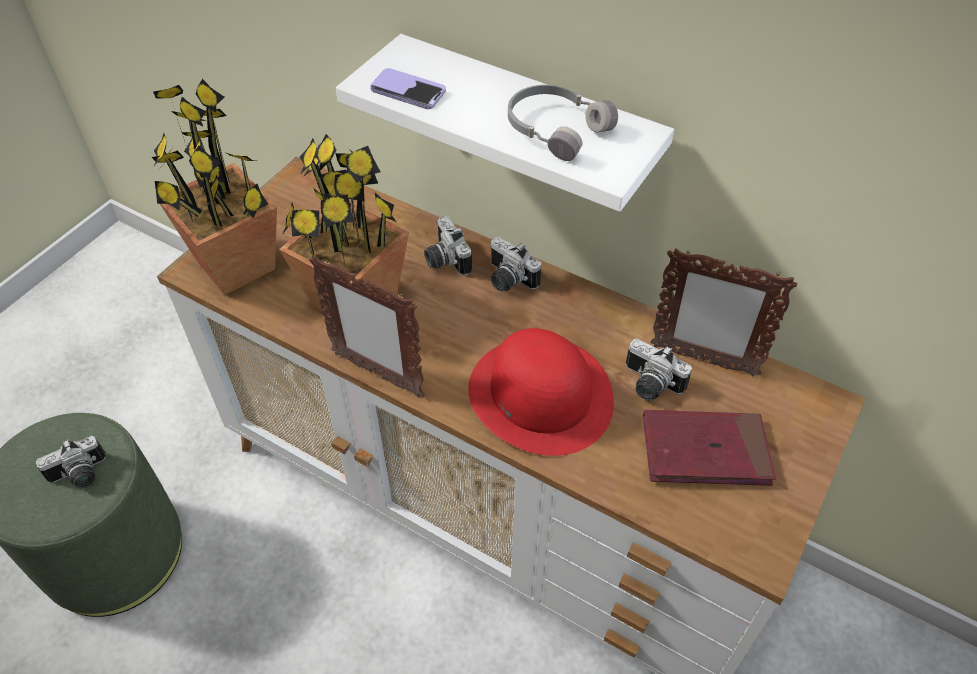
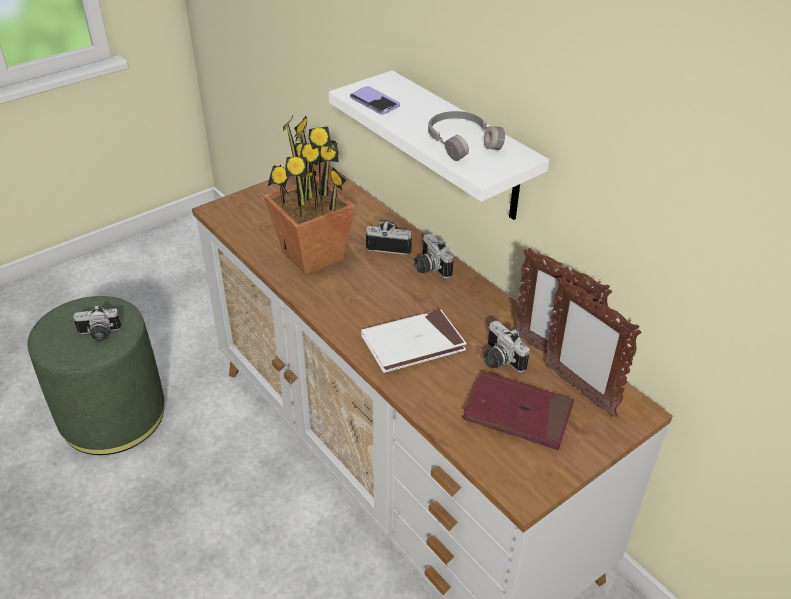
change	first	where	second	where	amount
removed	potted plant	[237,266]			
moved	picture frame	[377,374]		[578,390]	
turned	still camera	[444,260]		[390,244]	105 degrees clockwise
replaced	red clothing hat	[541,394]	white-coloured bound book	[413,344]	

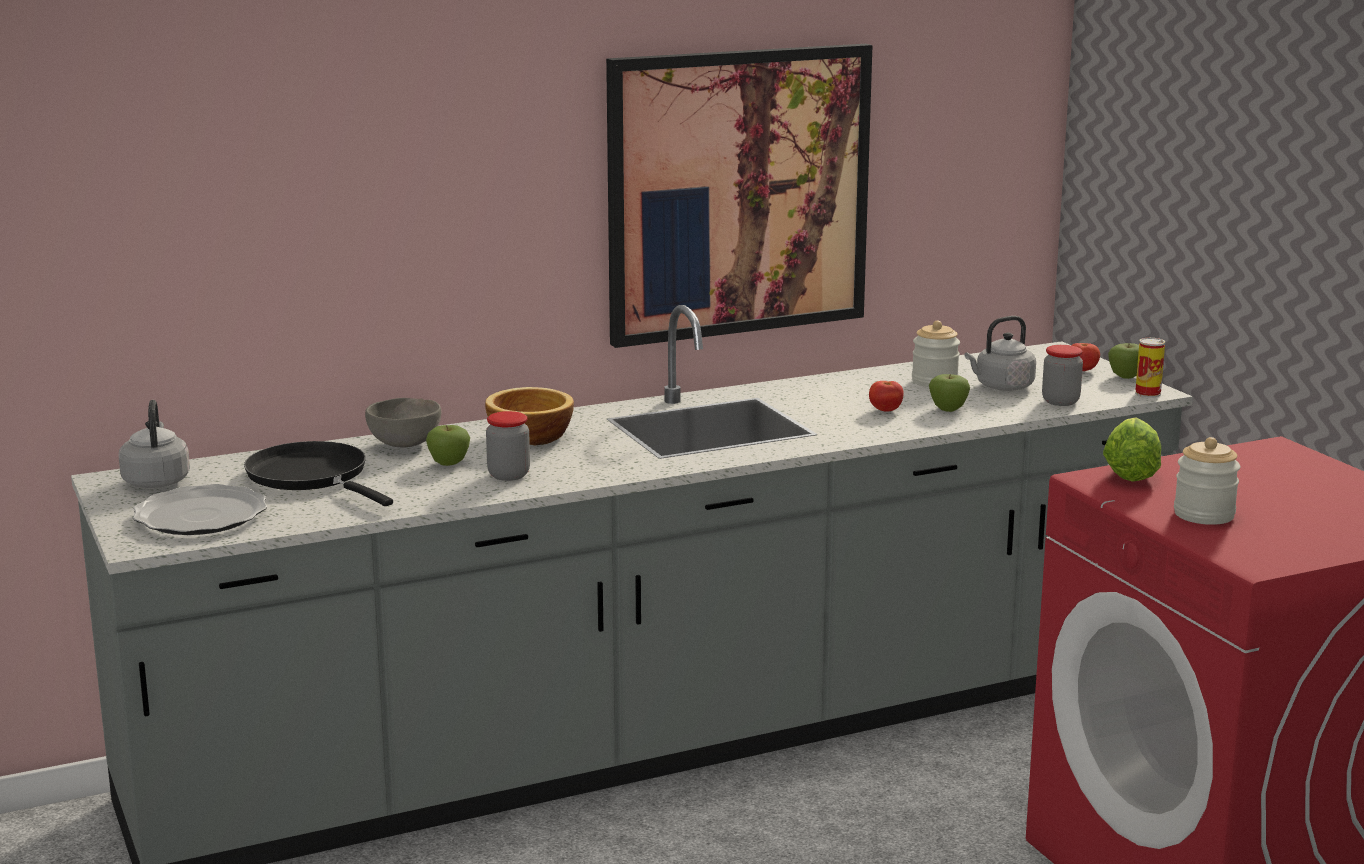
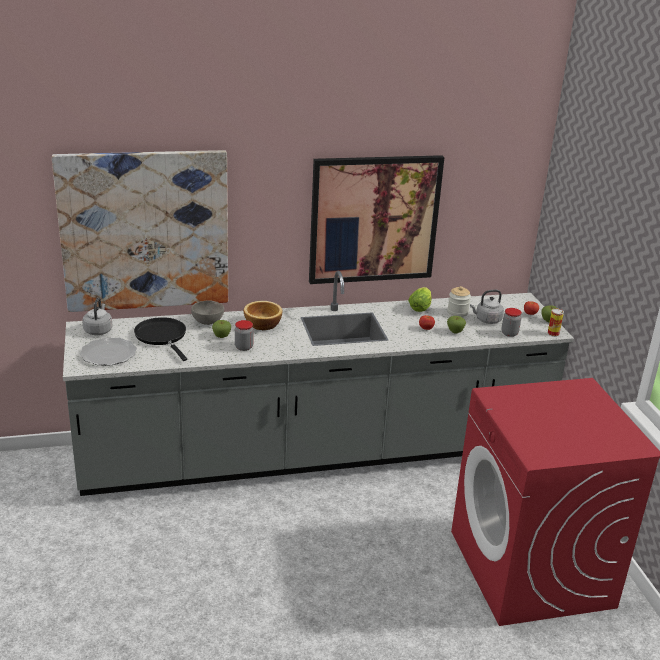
change	first	where	second	where	amount
moved	lettuce	[1130,472]		[420,307]	
removed	storage jar	[1204,515]			
added			wall art	[145,231]	

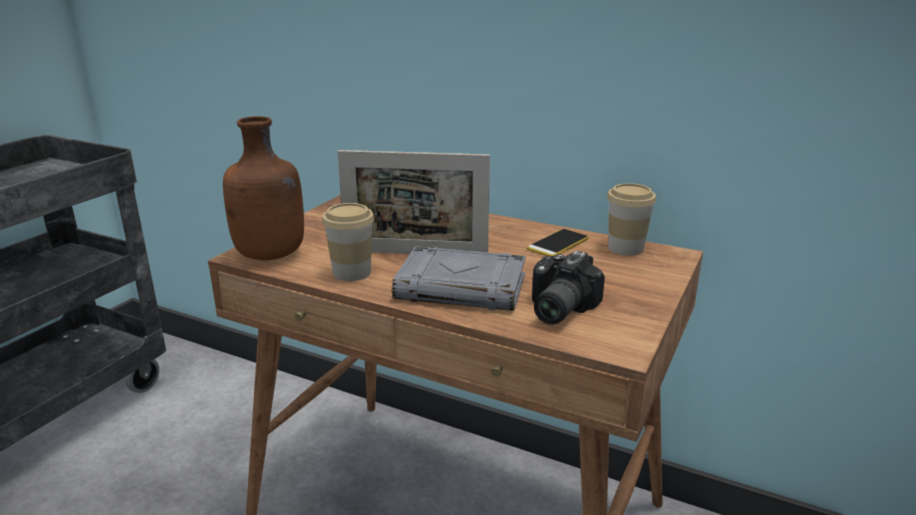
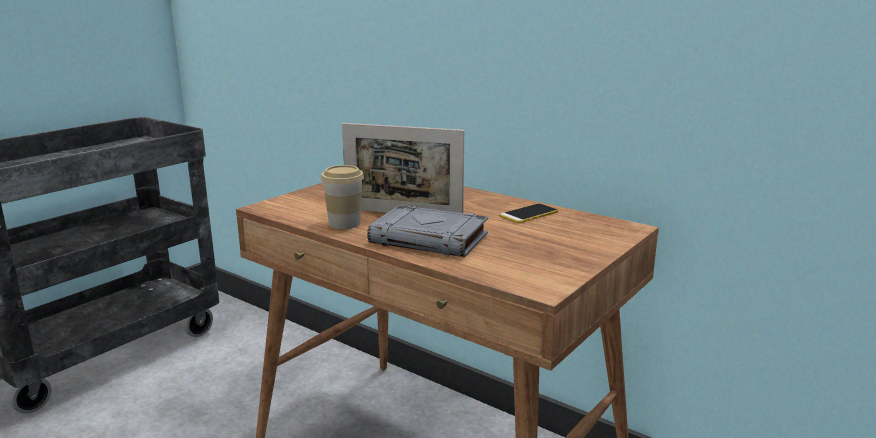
change	first	where	second	where	amount
removed	brown-coloured beverage bottle	[271,255]			
removed	still camera	[556,309]			
removed	drinking cup	[625,248]			

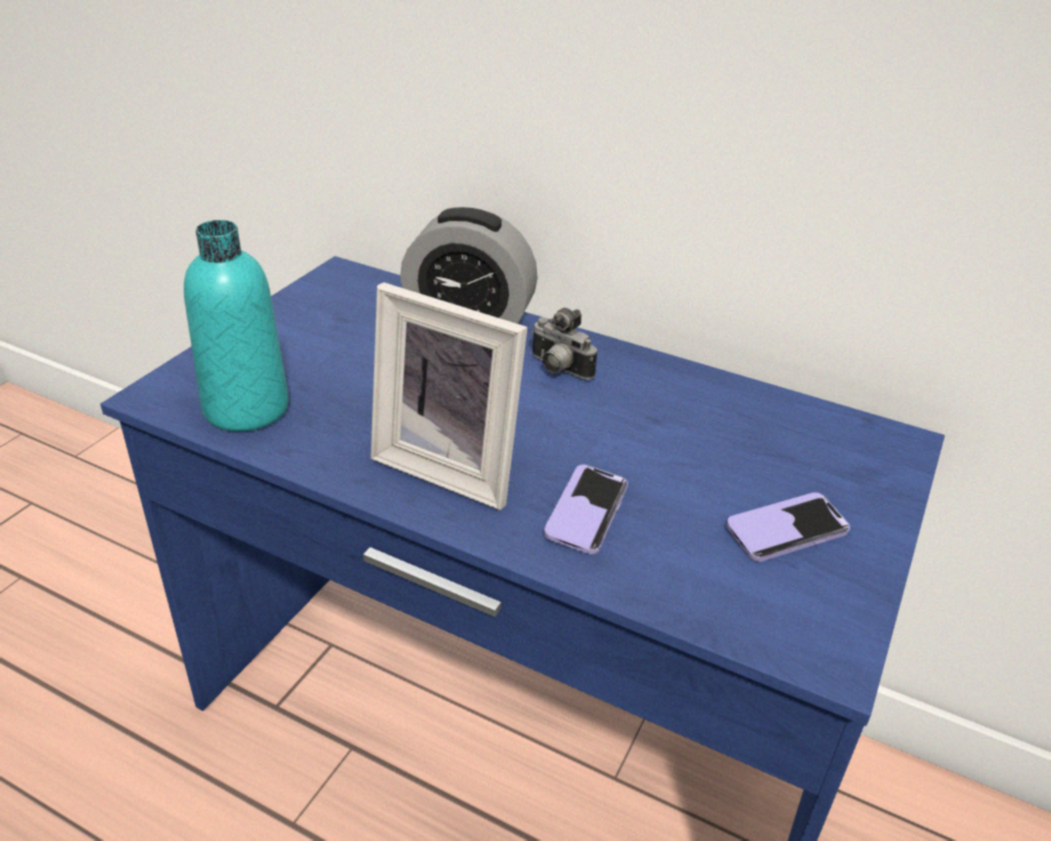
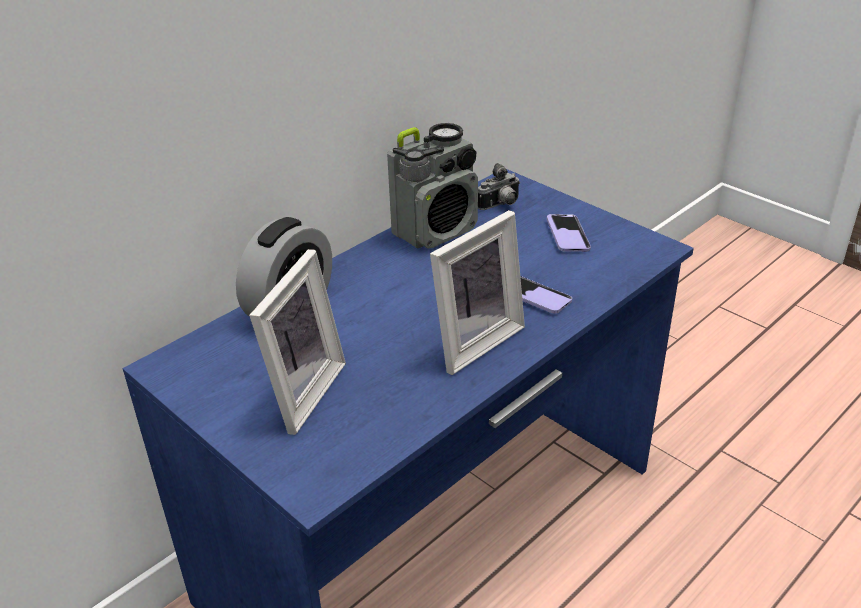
change	first	where	second	where	amount
removed	blue-green beverage bottle	[246,408]			
moved	still camera	[558,369]		[501,205]	
added			picture frame	[299,393]	
added			radio	[436,231]	

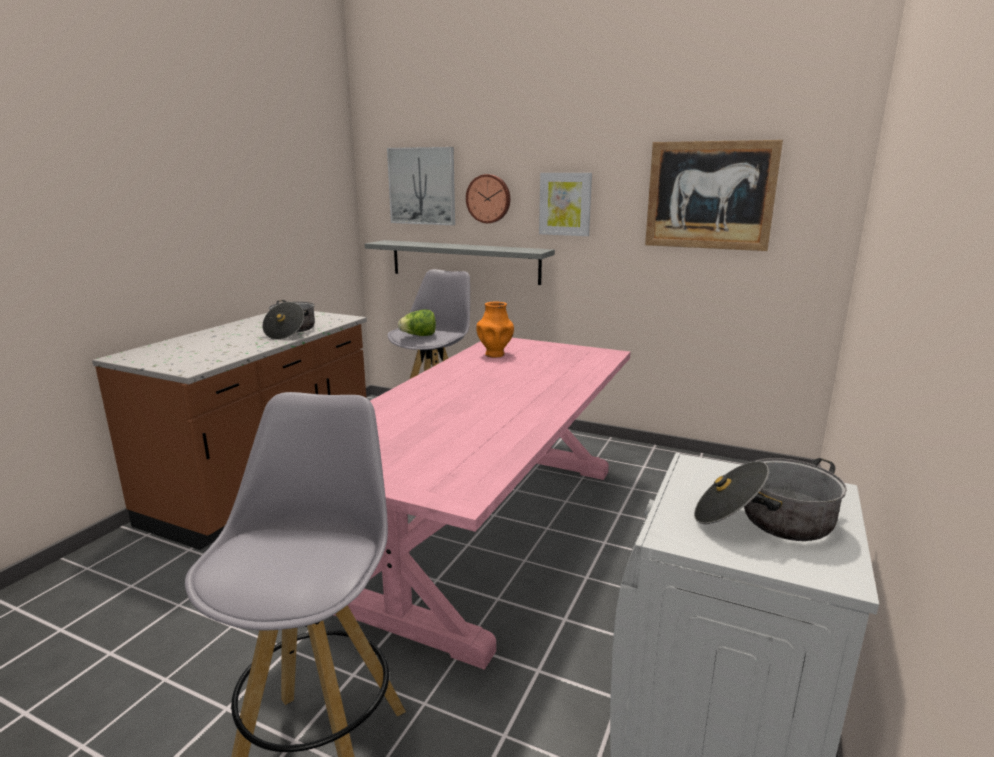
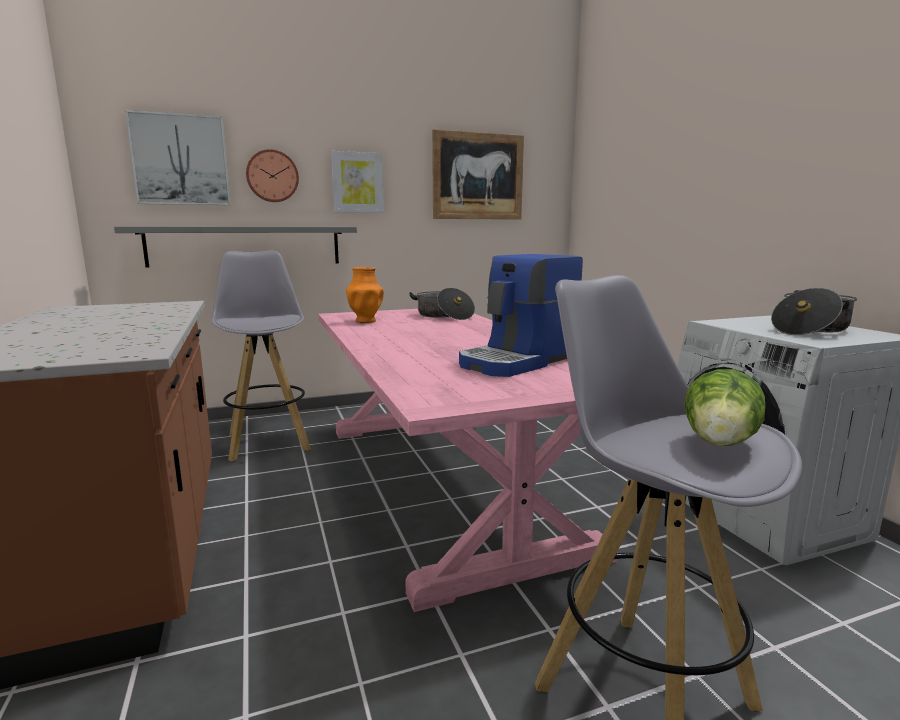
change	first	where	second	where	amount
moved	saucepot	[290,331]		[443,316]	
moved	lettuce	[419,335]		[720,444]	
added			coffee brewer	[518,362]	

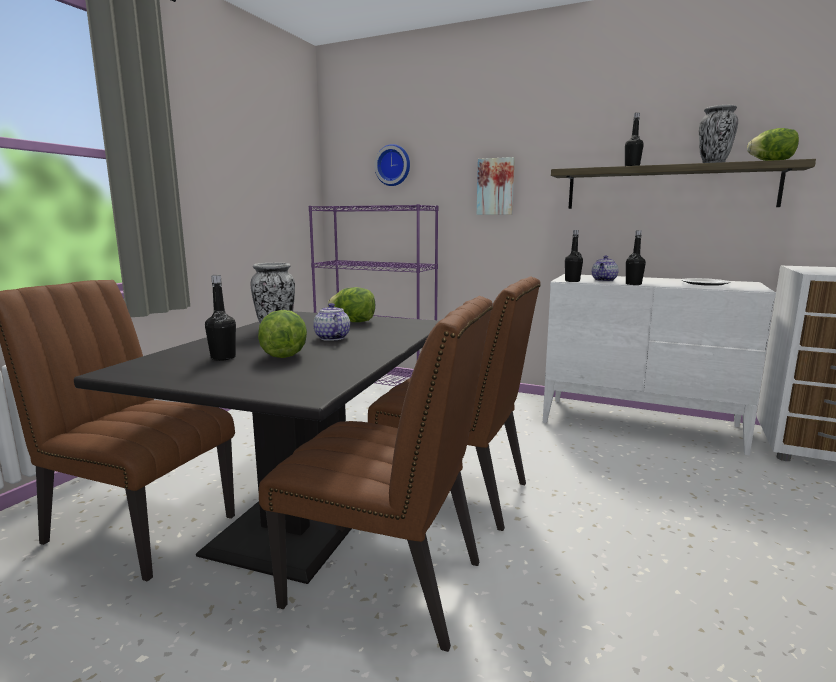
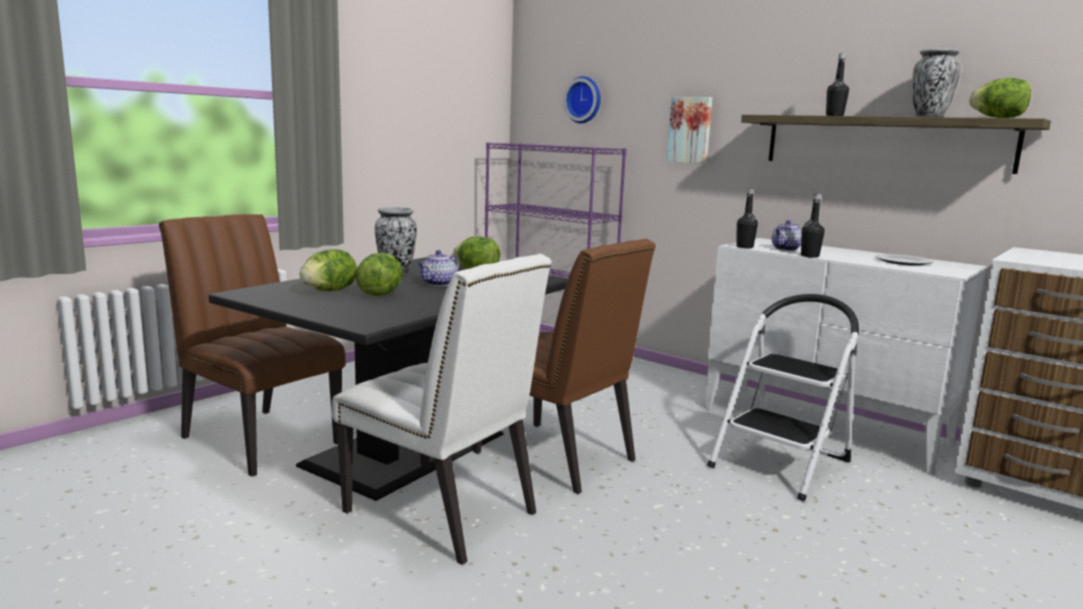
change	first	where	second	where	amount
replaced	black beverage bottle	[223,358]	lettuce	[329,291]	
recoloured	brown-coloured upright chair	[383,583]	white-coloured upright chair	[439,512]	
turned	tea pot	[331,338]		[438,284]	135 degrees counterclockwise
added			stepladder	[783,463]	

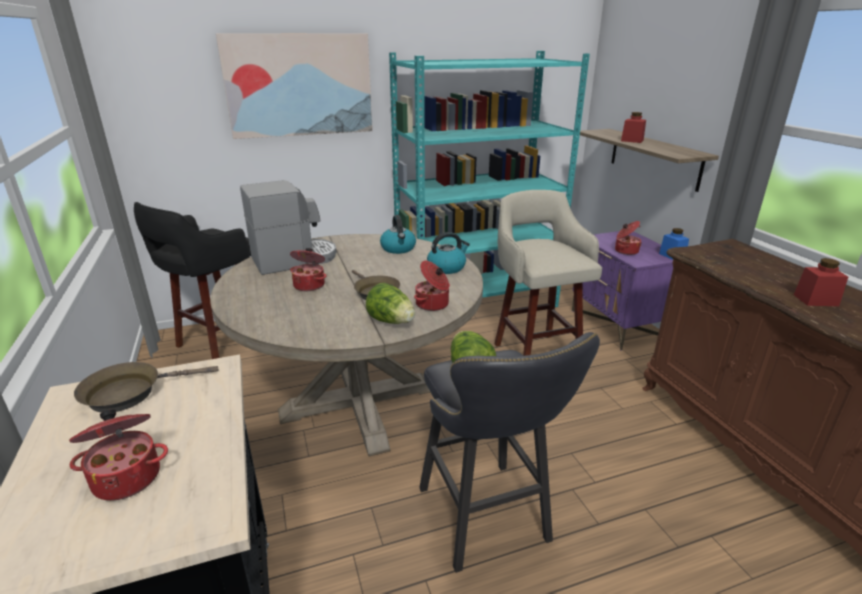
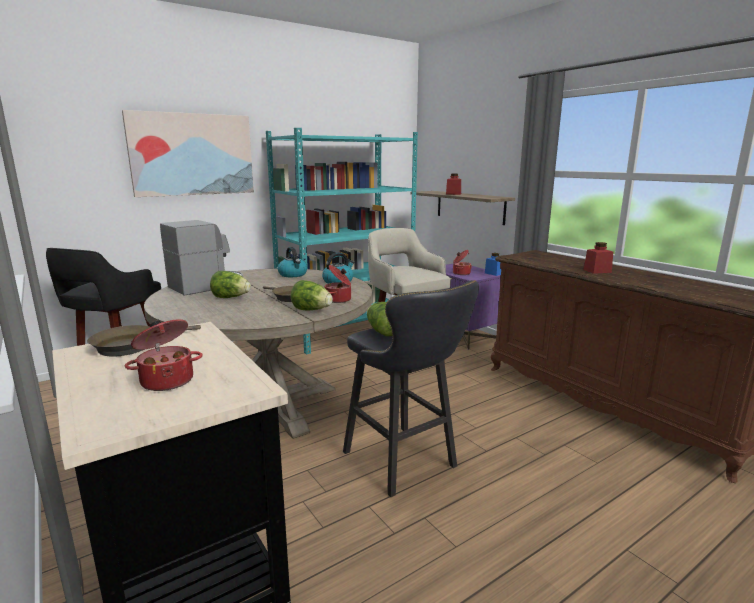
change	first	where	second	where	amount
replaced	saucepot	[310,285]	lettuce	[231,297]	

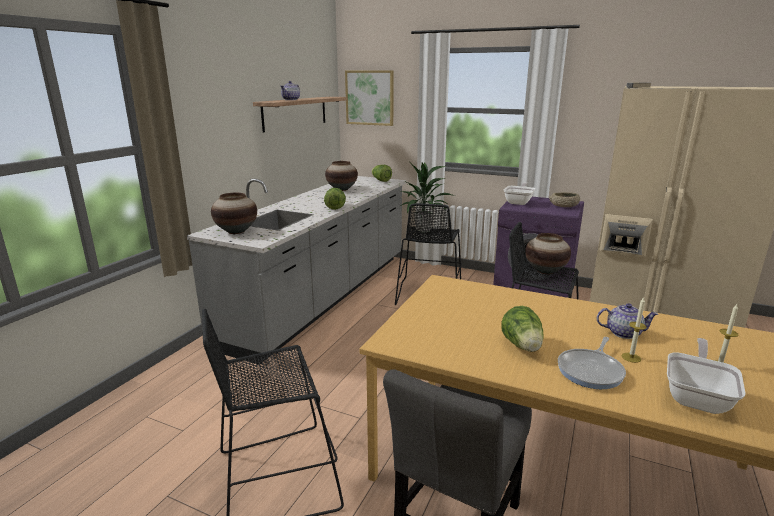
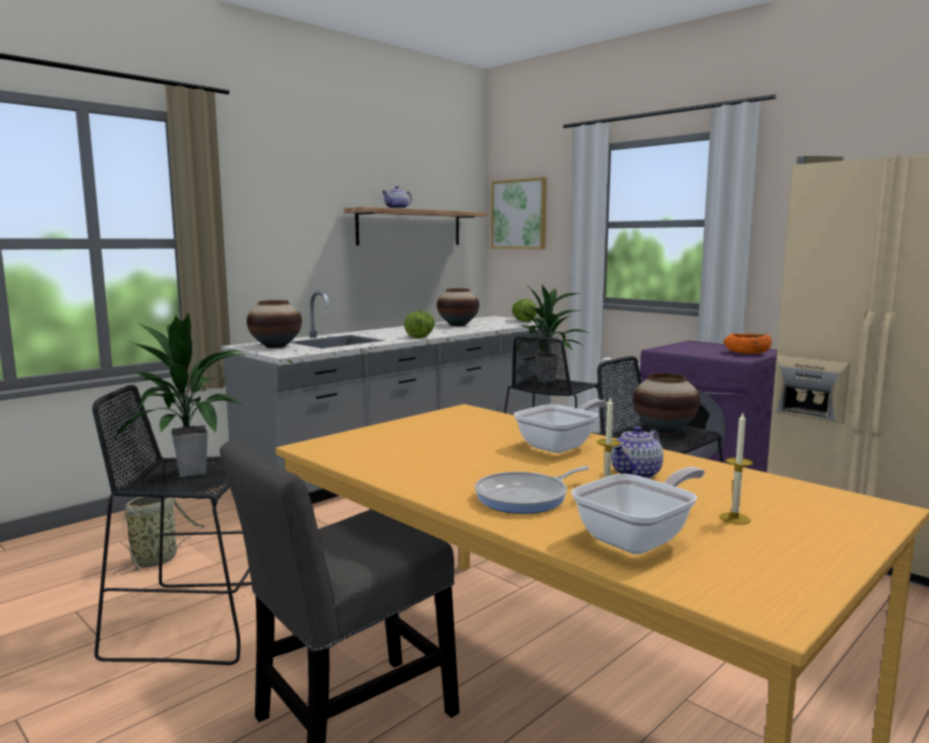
change	first	where	second	where	amount
removed	lettuce	[522,346]			
moved	skillet	[519,202]		[561,446]	
recoloured	sand-coloured serving bowl	[564,205]	orange-coloured serving bowl	[747,352]	
turned	tea pot	[623,333]		[636,474]	105 degrees clockwise
added			basket	[157,560]	
added			potted plant	[193,471]	

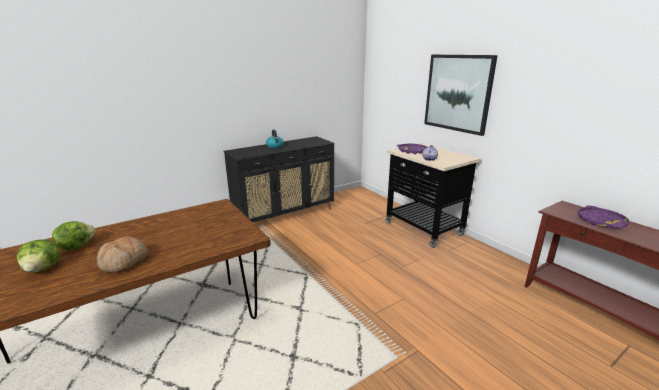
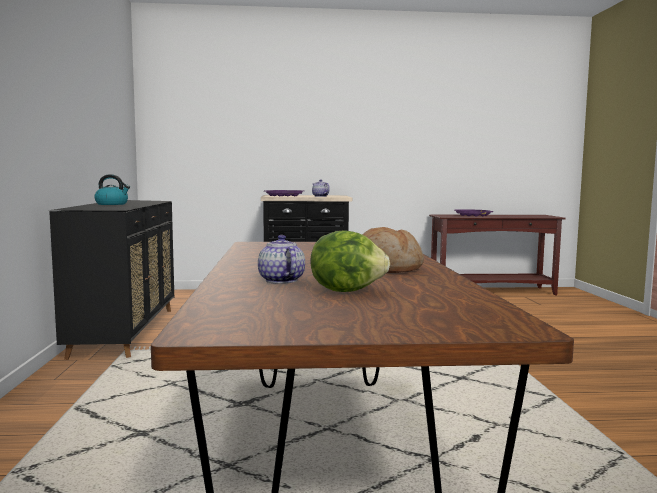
change	first	where	second	where	amount
replaced	lettuce	[76,246]	tea pot	[280,280]	
removed	wall art	[457,93]			

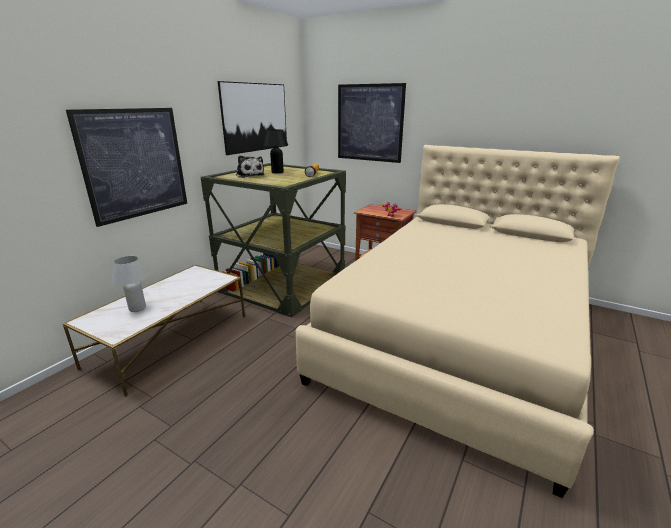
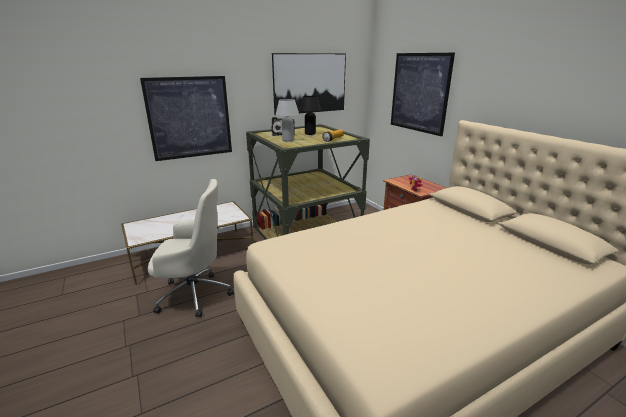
change	first	where	second	where	amount
moved	white-coloured tabletop lamp	[137,308]		[288,140]	
added			sand-coloured computer chair	[195,295]	

